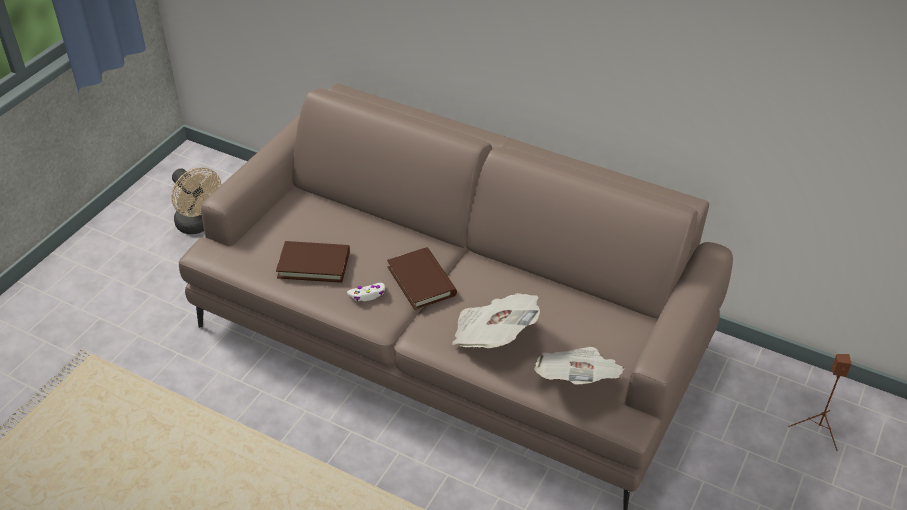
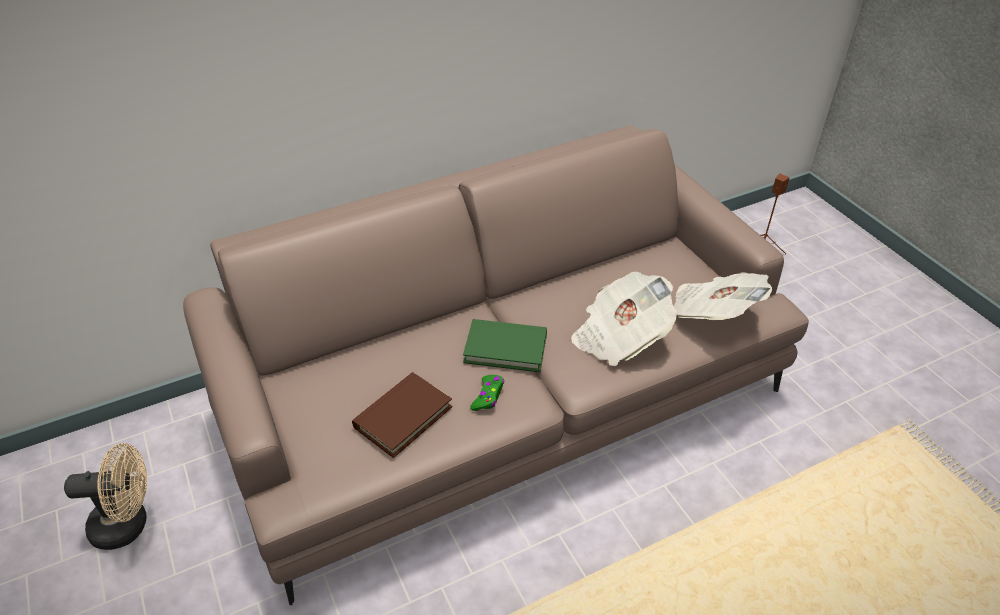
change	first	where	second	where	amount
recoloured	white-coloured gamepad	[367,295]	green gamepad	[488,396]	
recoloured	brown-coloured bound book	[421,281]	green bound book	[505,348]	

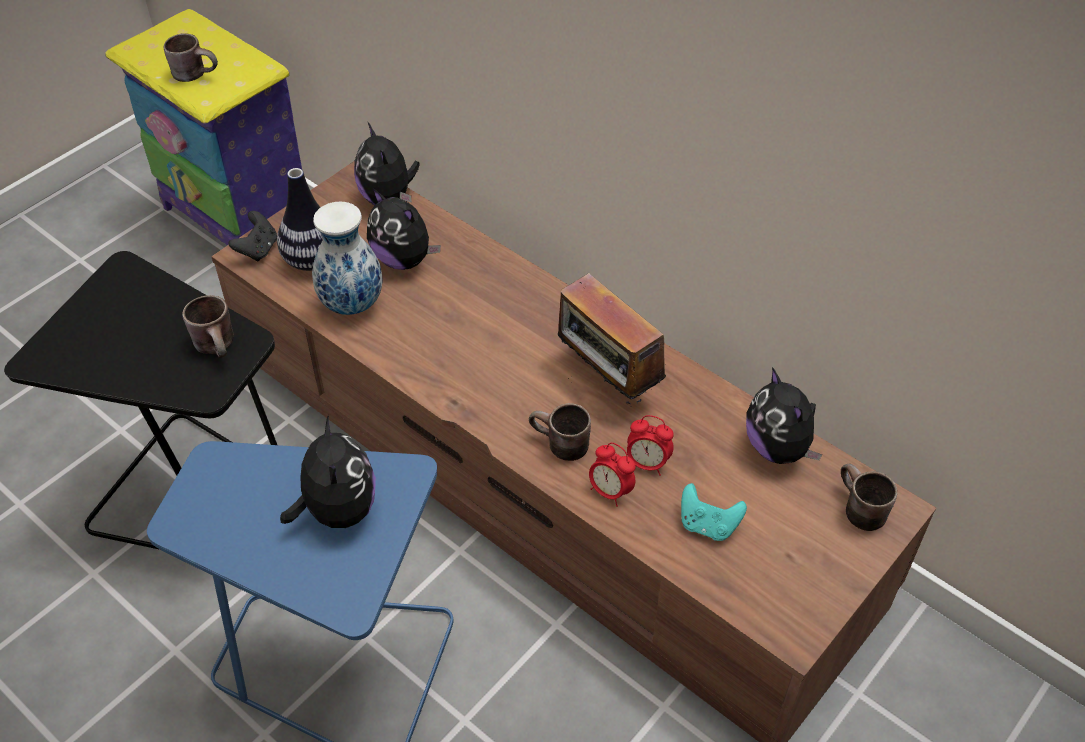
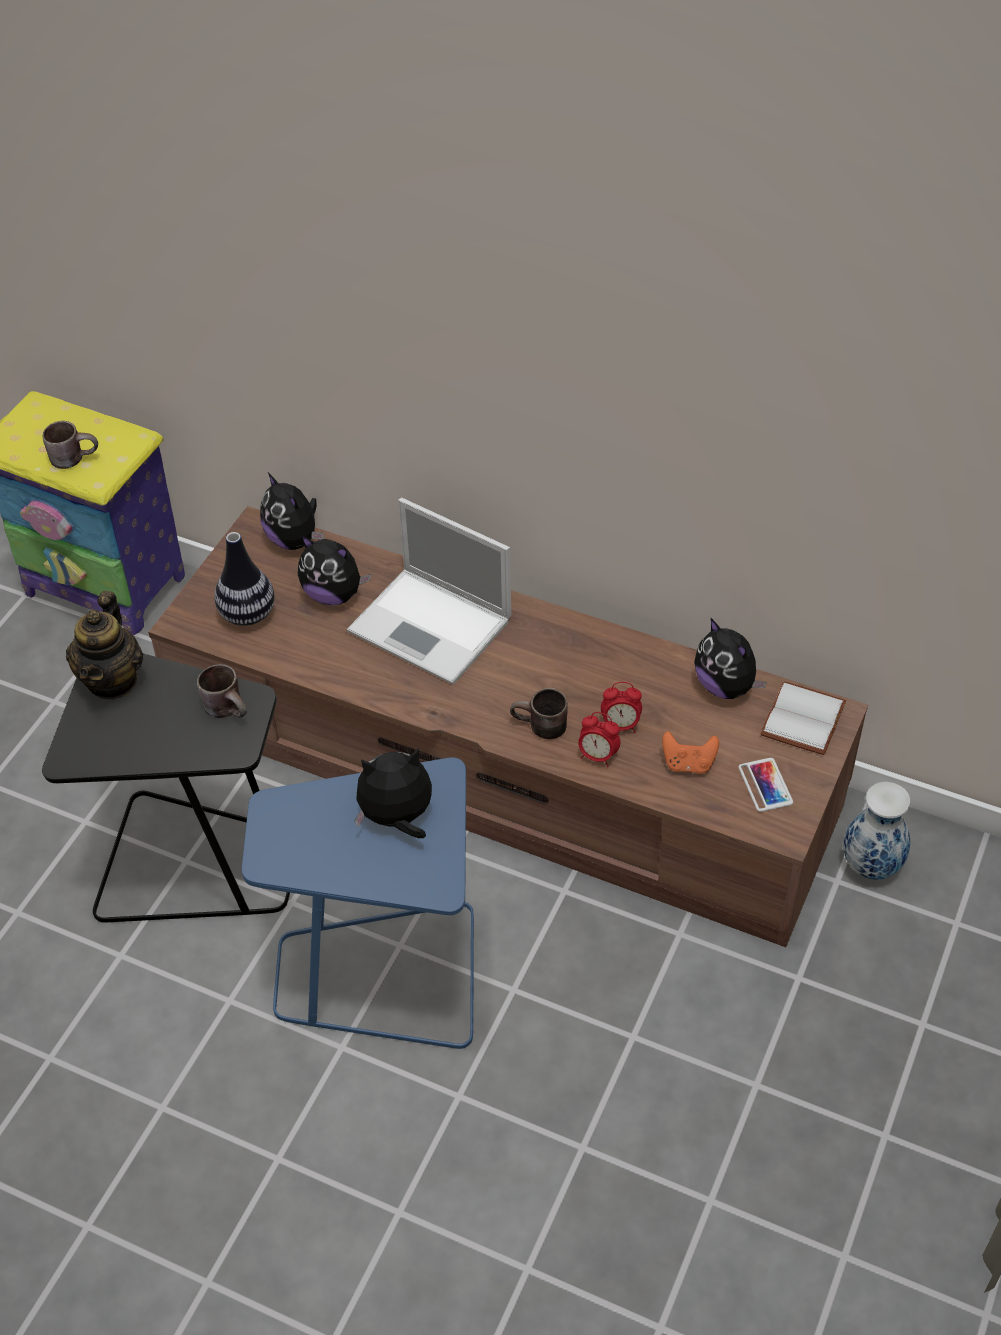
change	first	where	second	where	amount
removed	black gamepad	[258,249]			
turned	soft toy	[337,510]		[397,819]	75 degrees counterclockwise
moved	flower vase	[352,304]		[871,864]	
removed	radio	[607,380]			
recoloured	blue-green gamepad	[708,525]	orange-coloured gamepad	[688,763]	
replaced	brown-coloured tea mug	[856,509]	white-coloured bound book	[805,721]	
added			tea pot	[112,680]	
added			laptop	[432,626]	
added			phone	[765,785]	

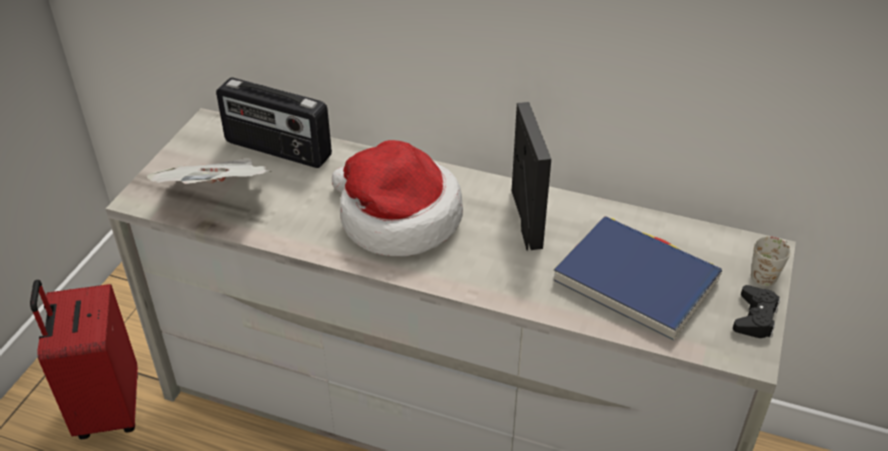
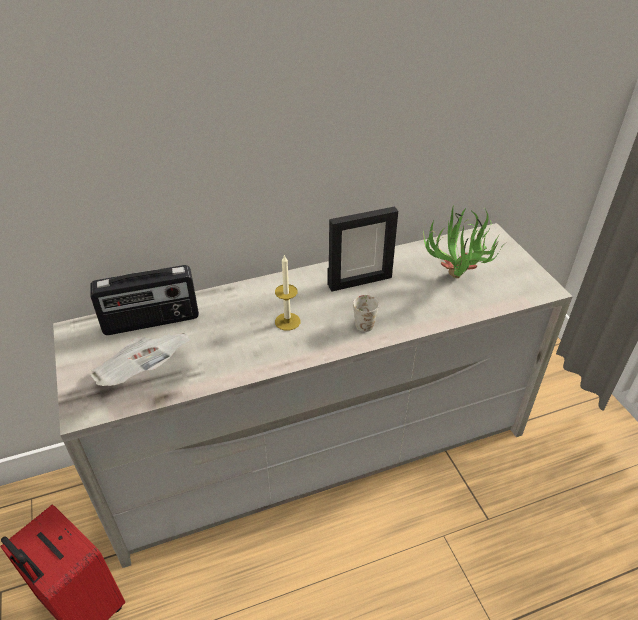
change	first	where	second	where	amount
replaced	clothing hat	[397,219]	wax light	[287,321]	
turned	picture frame	[524,219]		[359,281]	120 degrees clockwise
replaced	bluish bound book	[636,281]	potted plant	[455,282]	
removed	black gamepad	[755,318]			
moved	white-coloured tea mug	[767,273]		[364,321]	

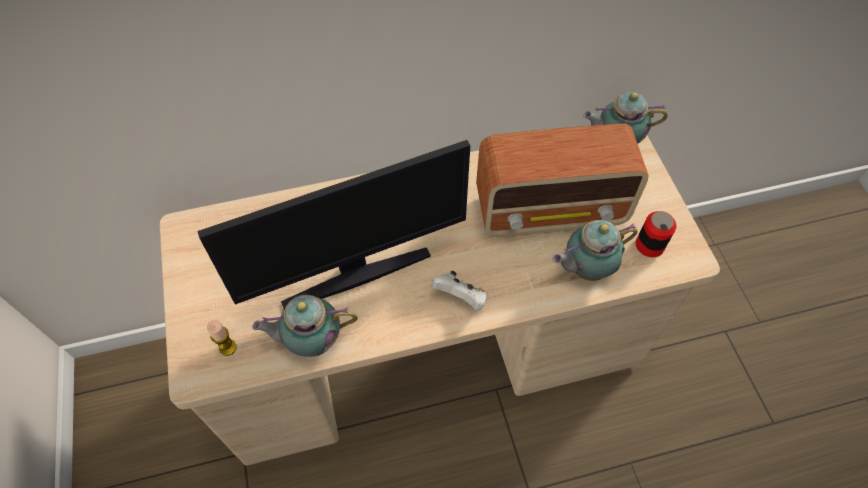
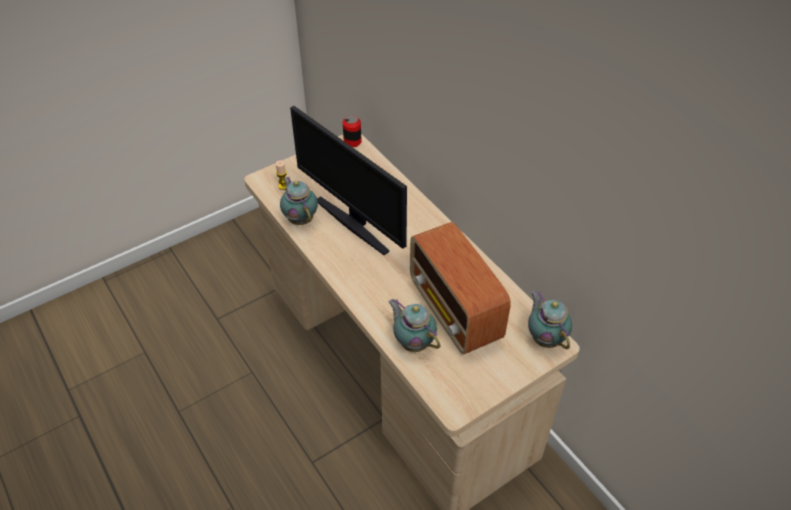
change	first	where	second	where	amount
removed	white-coloured gamepad	[461,297]			
moved	can	[649,245]		[352,142]	

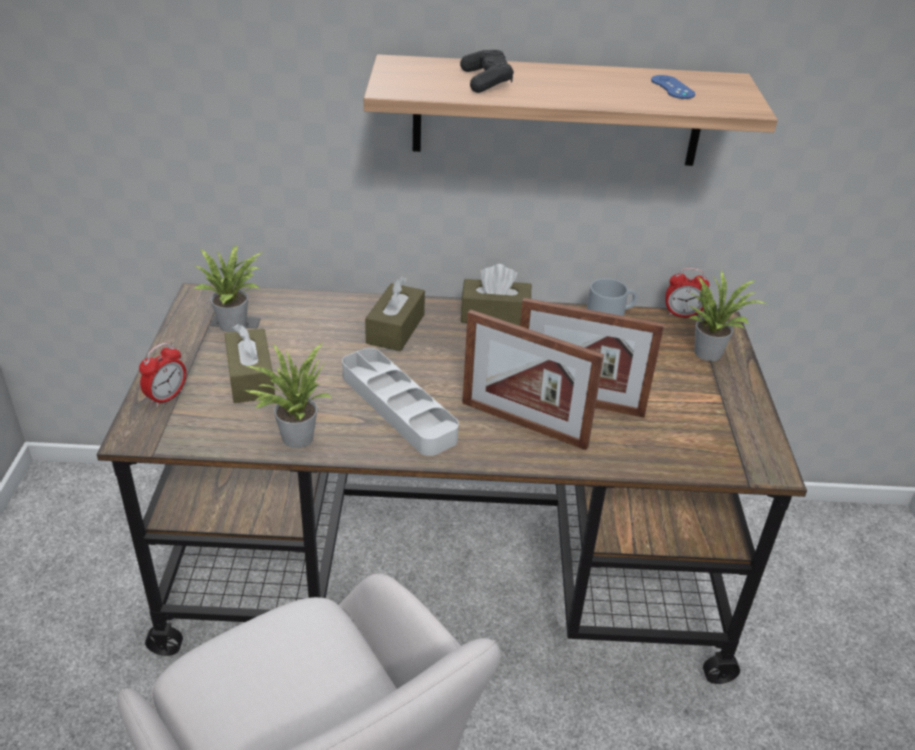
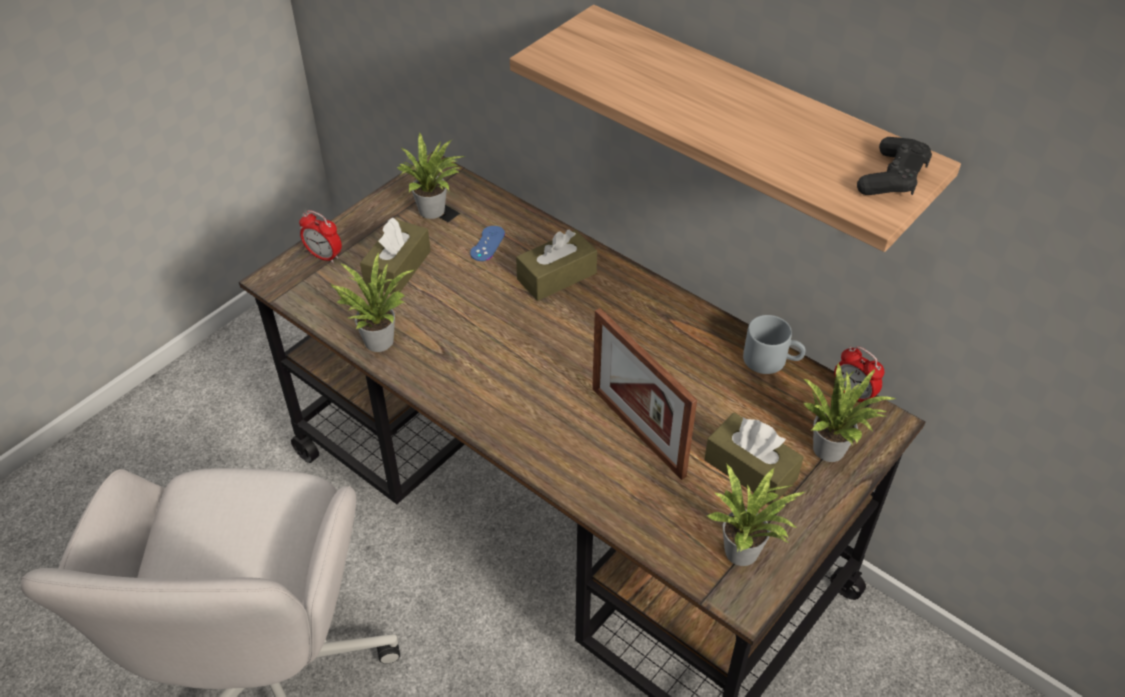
change	first	where	second	where	amount
turned	table clock	[167,397]		[324,256]	45 degrees clockwise
removed	gray carrying tray	[398,407]			
moved	black gamepad	[486,81]		[892,178]	
moved	brown-coloured tissue box	[495,315]		[750,469]	
removed	picture frame	[523,424]			
moved	bluish gamepad	[672,87]		[487,243]	
added			potted plant	[746,552]	

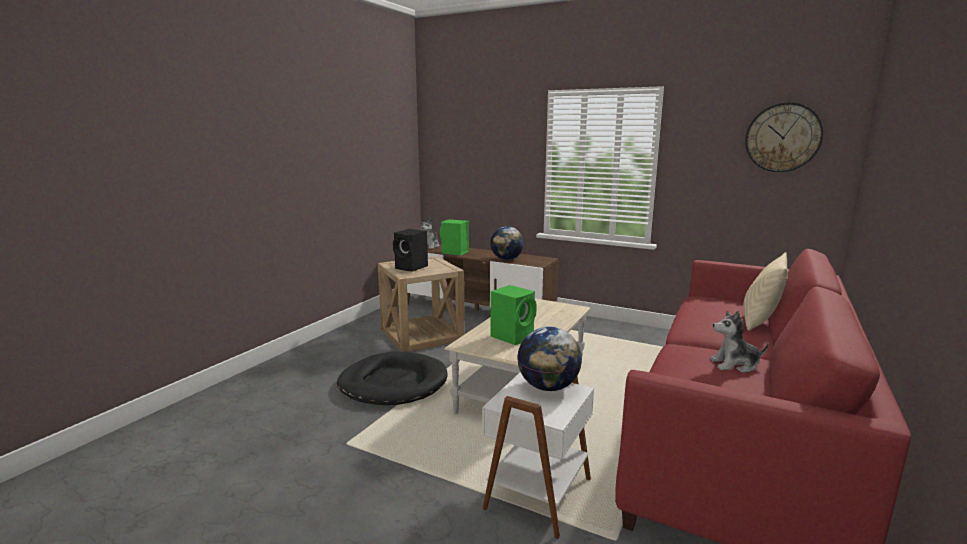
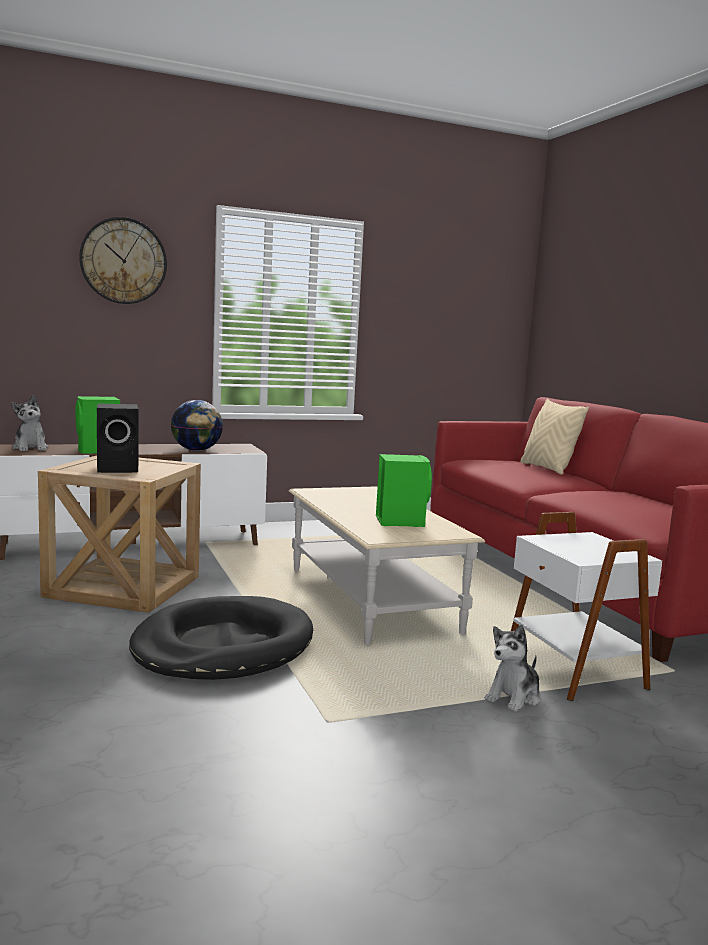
change	first	where	second	where	amount
removed	globe	[548,387]			
moved	soft toy	[735,365]		[514,697]	
moved	hanging clock	[782,137]		[123,261]	

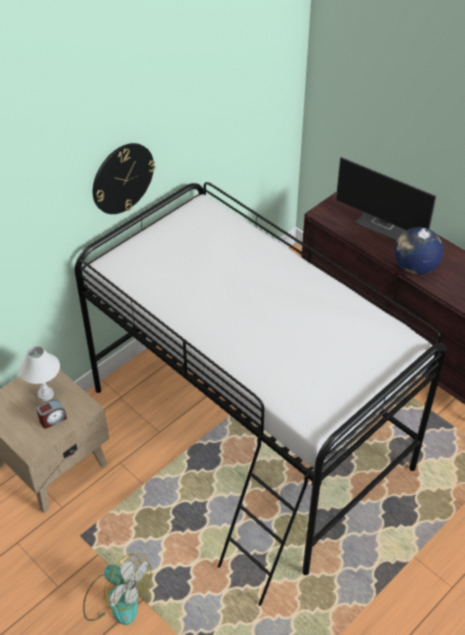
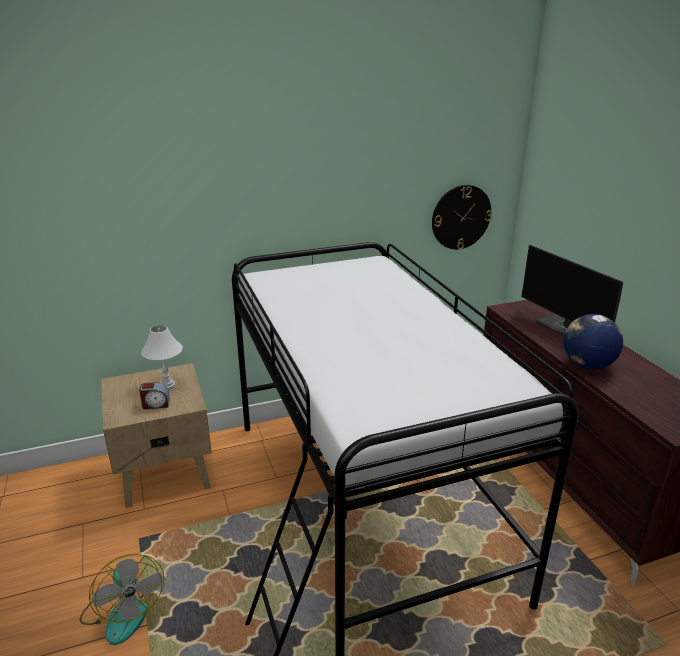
change	first	where	second	where	amount
moved	hanging clock	[122,178]		[461,217]	

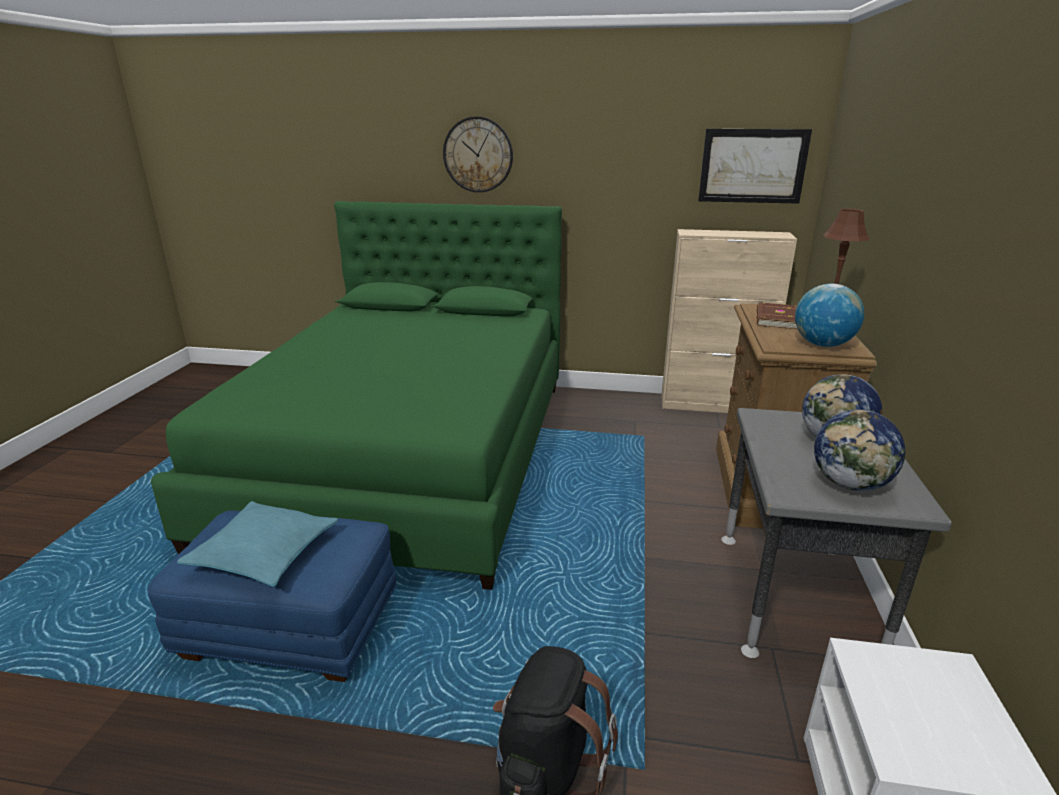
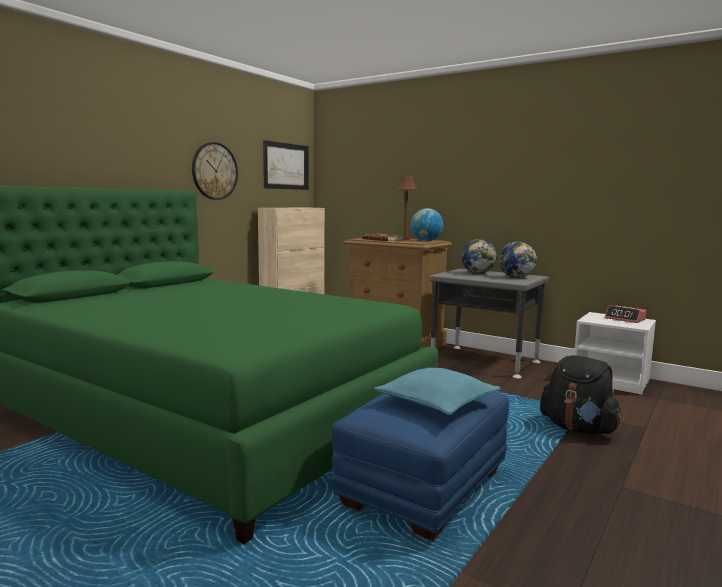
change	first	where	second	where	amount
moved	hanging clock	[478,155]		[214,171]	
added			table clock	[625,319]	

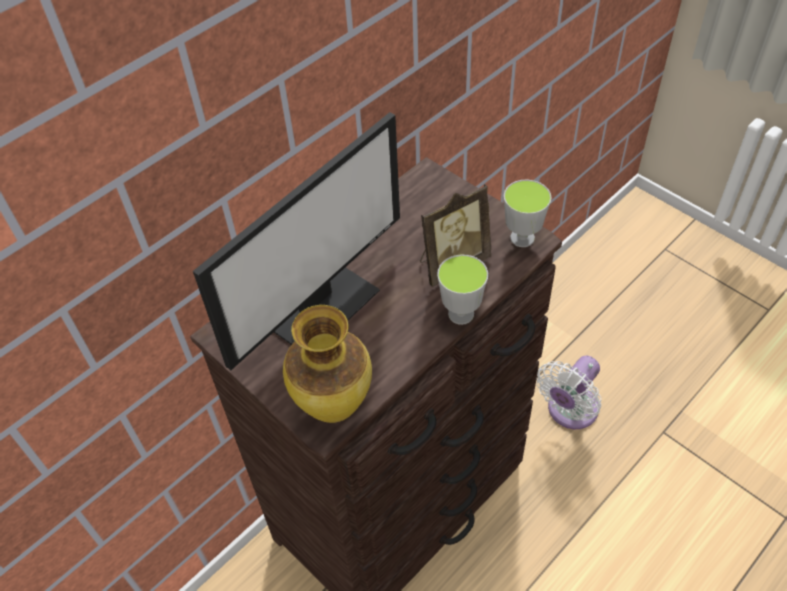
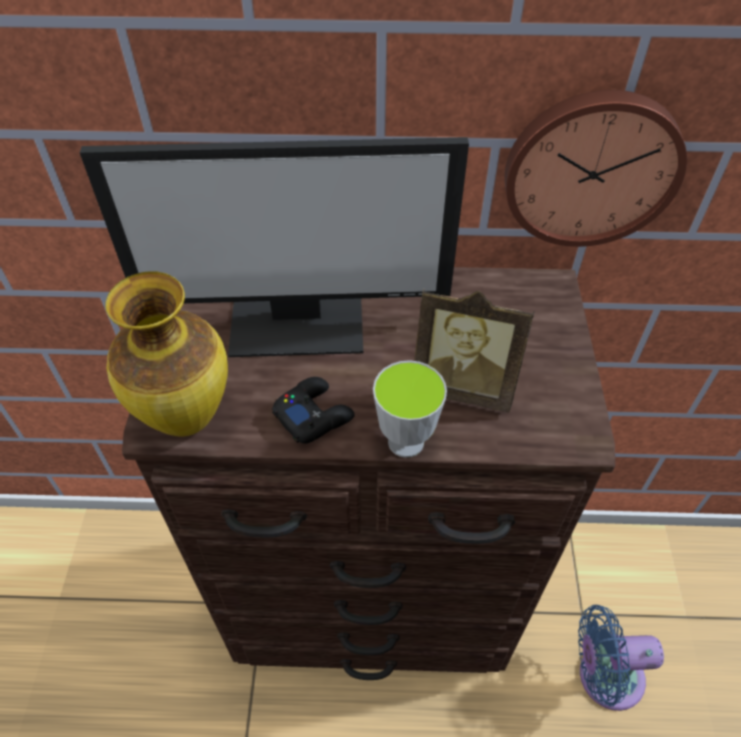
change	first	where	second	where	amount
removed	drinking cup	[522,238]			
recoloured	white-coloured cooling fan	[569,411]	bluish cooling fan	[603,676]	
added			black gamepad	[313,414]	
added			hanging clock	[591,167]	

